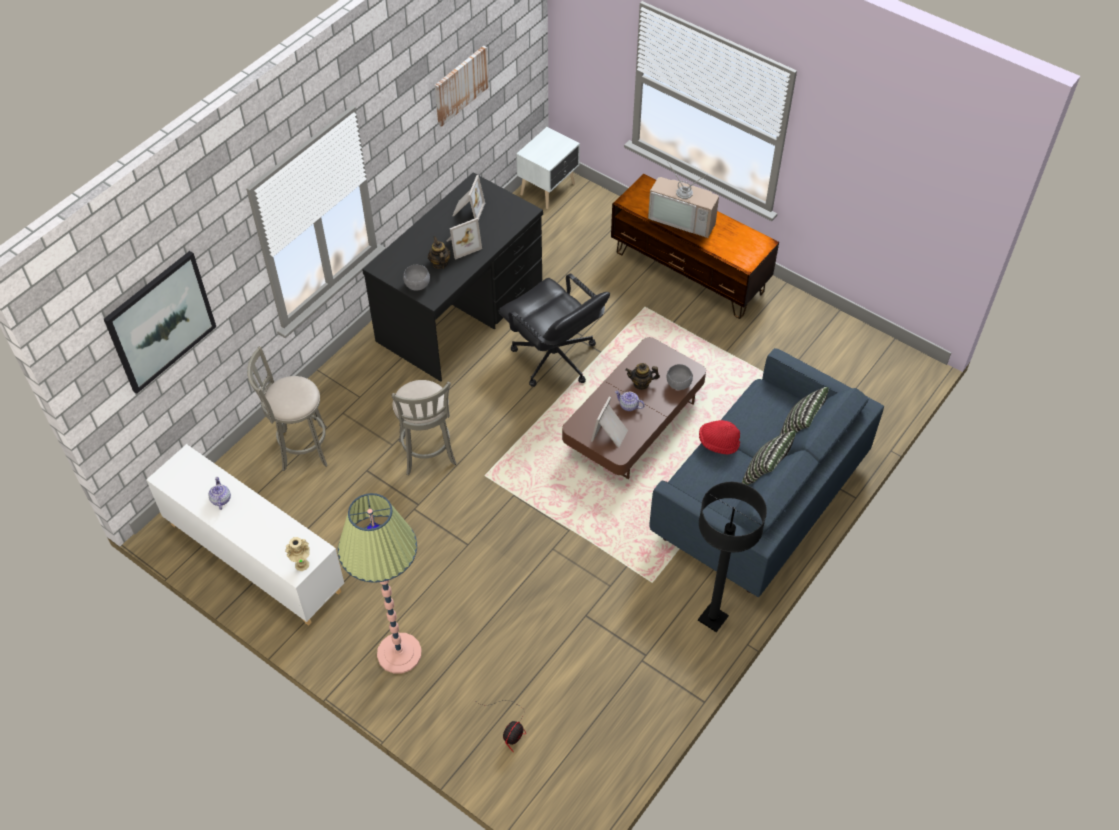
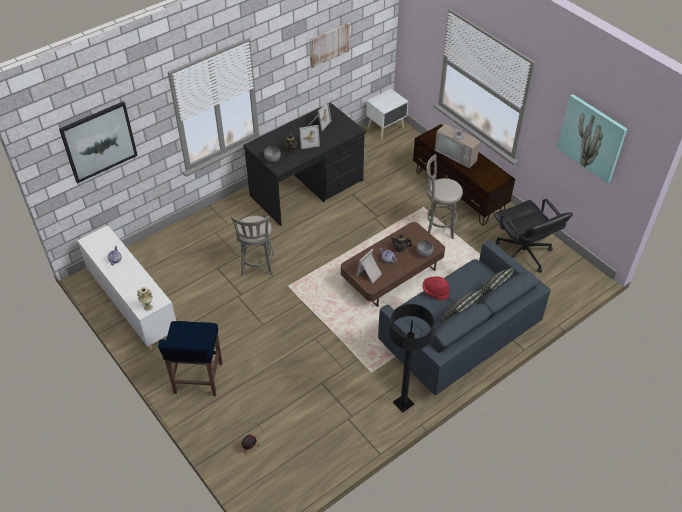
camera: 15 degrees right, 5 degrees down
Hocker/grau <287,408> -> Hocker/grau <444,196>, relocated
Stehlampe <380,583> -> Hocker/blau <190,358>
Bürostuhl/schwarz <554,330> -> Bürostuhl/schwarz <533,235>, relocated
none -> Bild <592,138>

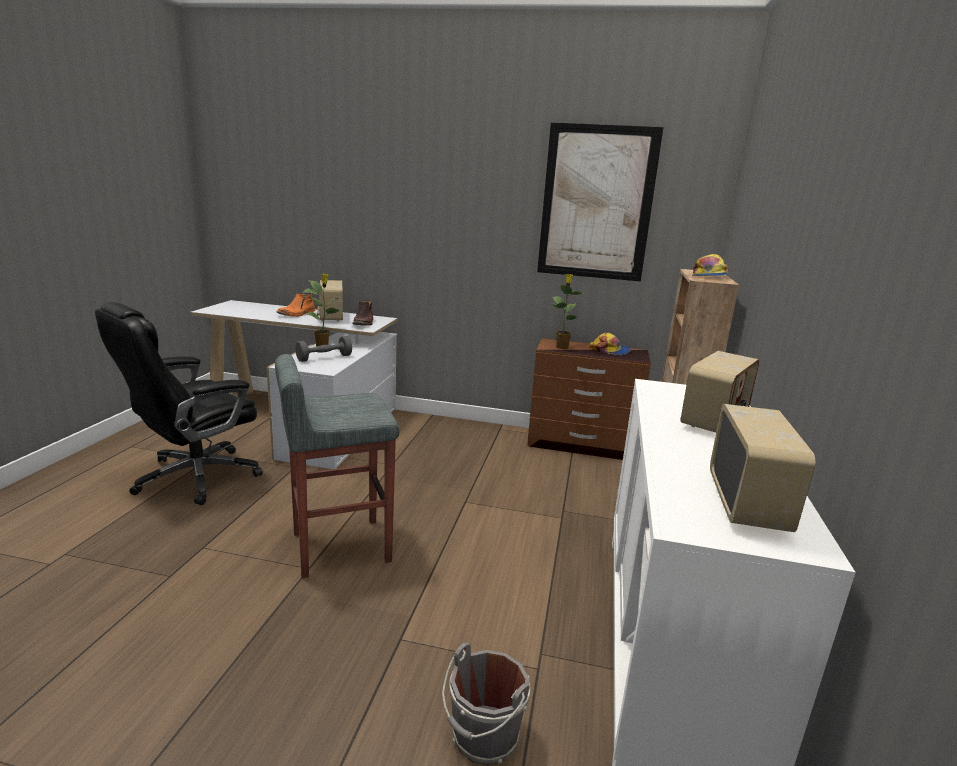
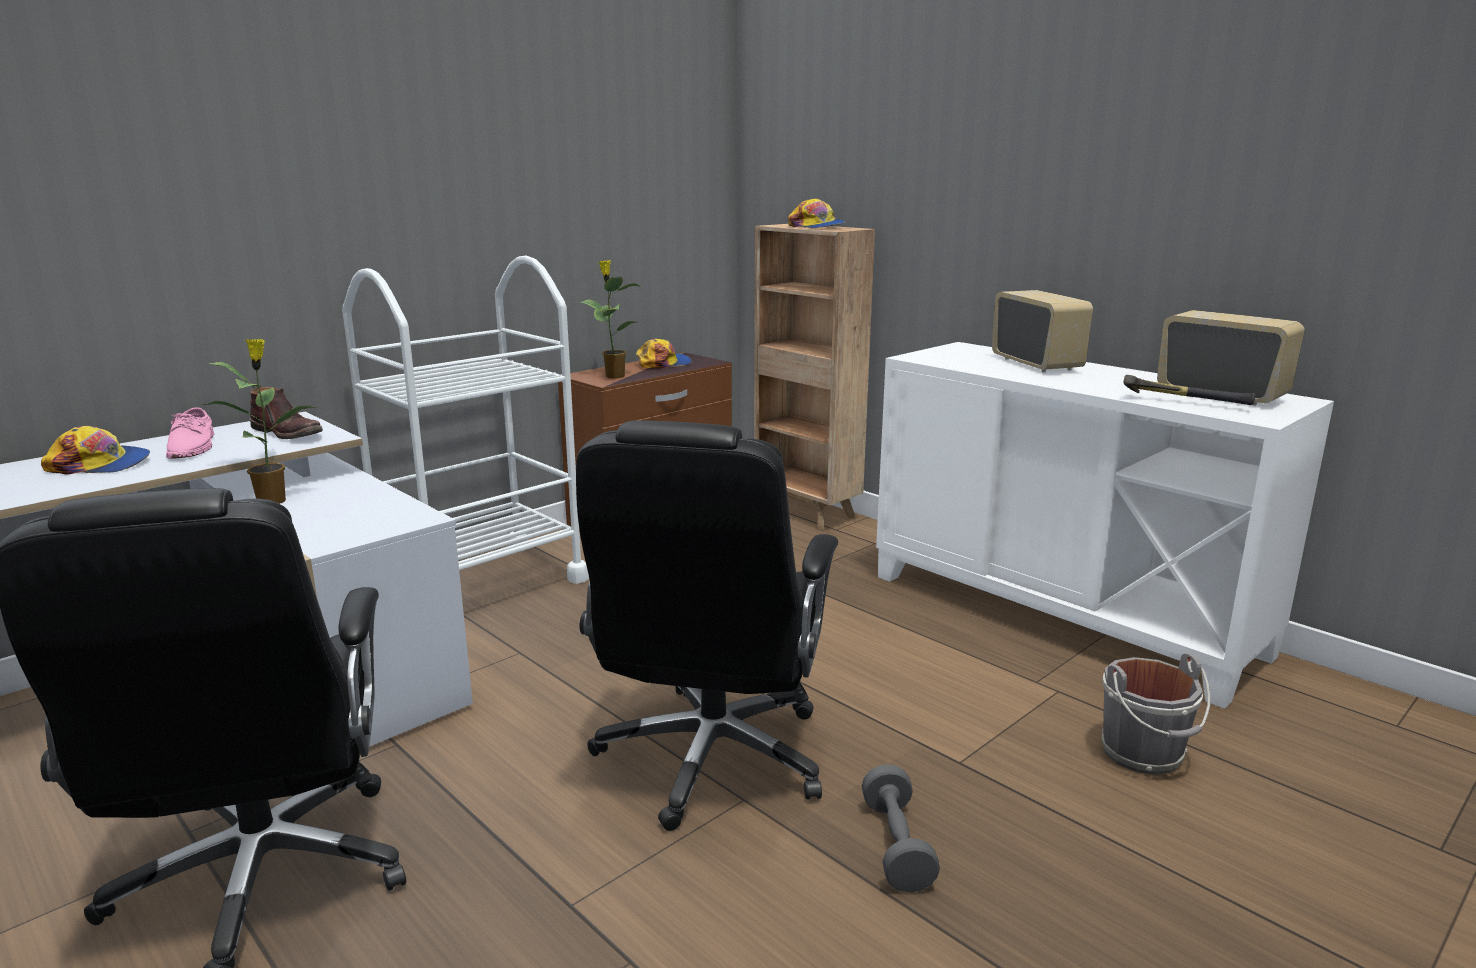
camera: 55 degrees left, 0 degrees up
Hocker/grau <337,466> -> Bürostuhl/schwarz <707,626>
Stiefel/orange <296,305> -> Kappe <95,450>
Hantel/grau <323,349> -> Hantel/grau <901,828>, relocated
Radio <330,301> -> Schuh/rosa <190,433>
Bild <600,201> -> none
none -> Rollwagen/weiß <465,420>
none -> Hammer <1189,390>

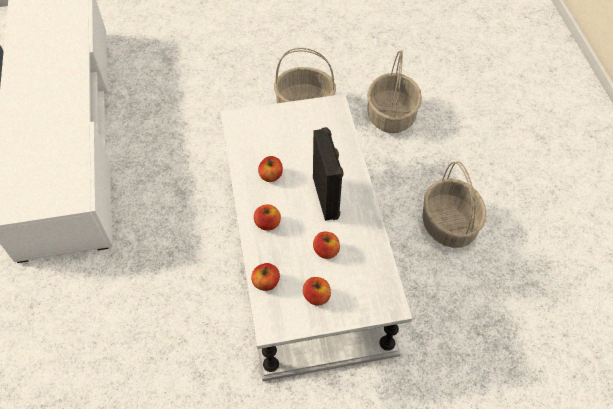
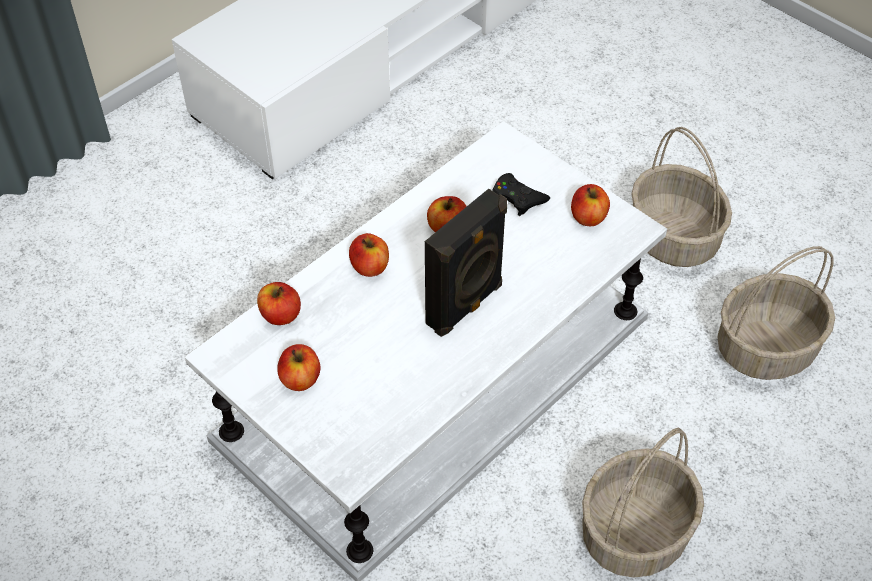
camera: 55 degrees right, 5 degrees down
Apfel <326,245> -> Apfel <590,205>, relocated
none -> Gamepad/schwarz <521,194>

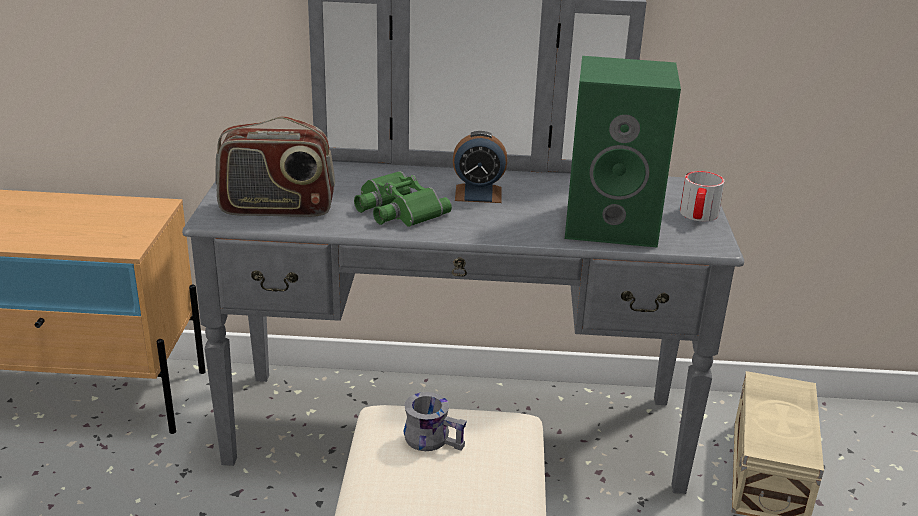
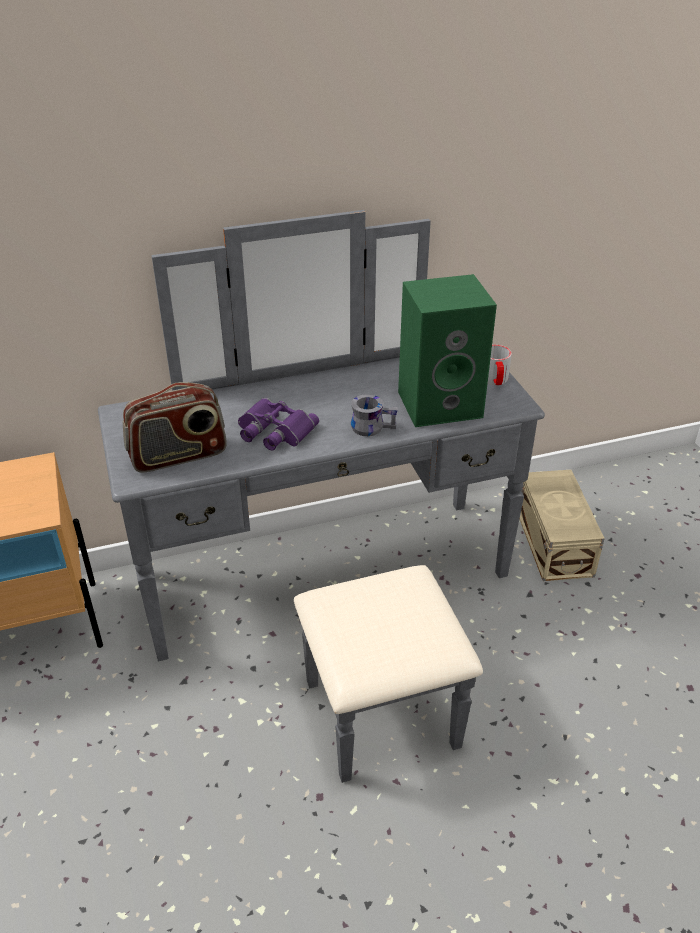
camera: 20 degrees left, 10 degrees up
Fernglas/grün <403,199> -> Fernglas/lila <278,424>
Henkelbecher/grau <435,421> -> Henkelbecher/grau <374,415>, relocated
Wecker <480,167> -> none

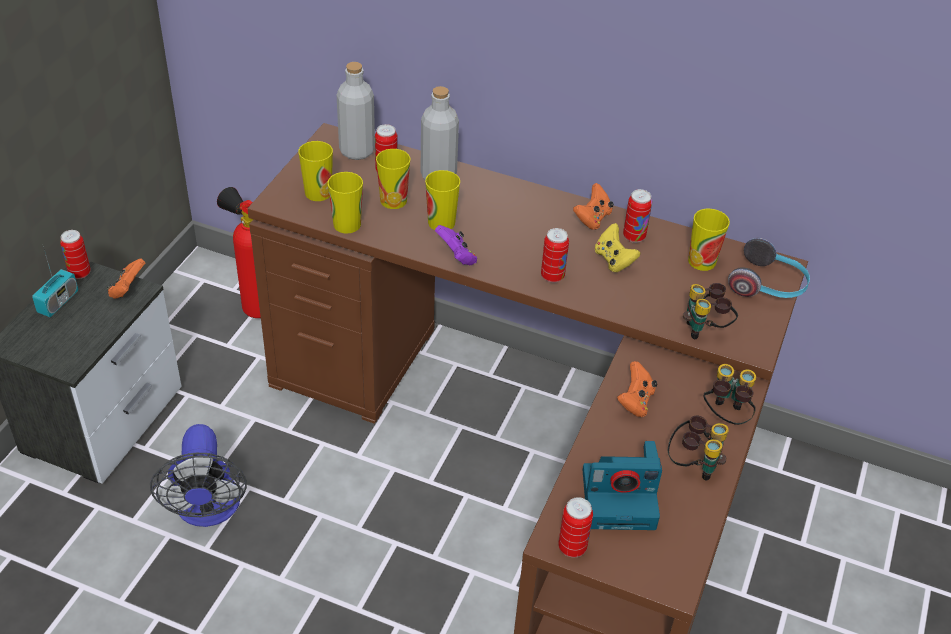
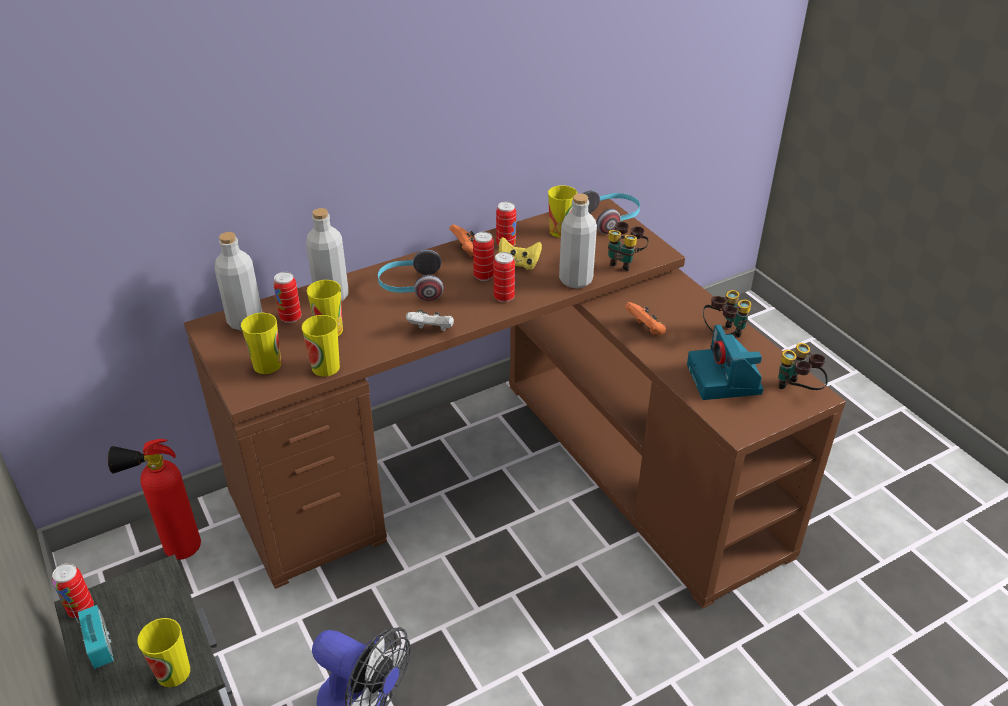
camera: 50 degrees left, 5 degrees down
Gamepad/orange <126,278> -> none
Tasse <442,200> -> Tasse <163,652>, relocated
Gamepad/lila <456,245> -> Gamepad/weiß <430,320>
Dose <575,527> -> Dose <483,256>, relocated
Kamera <622,485> -> Kamera <725,362>, 135 degrees clockwise
Fernglas <730,394> -> Fernglas <803,366>, relocated
none -> Kopfhörer <411,275>
none -> Flasche/grau <578,240>

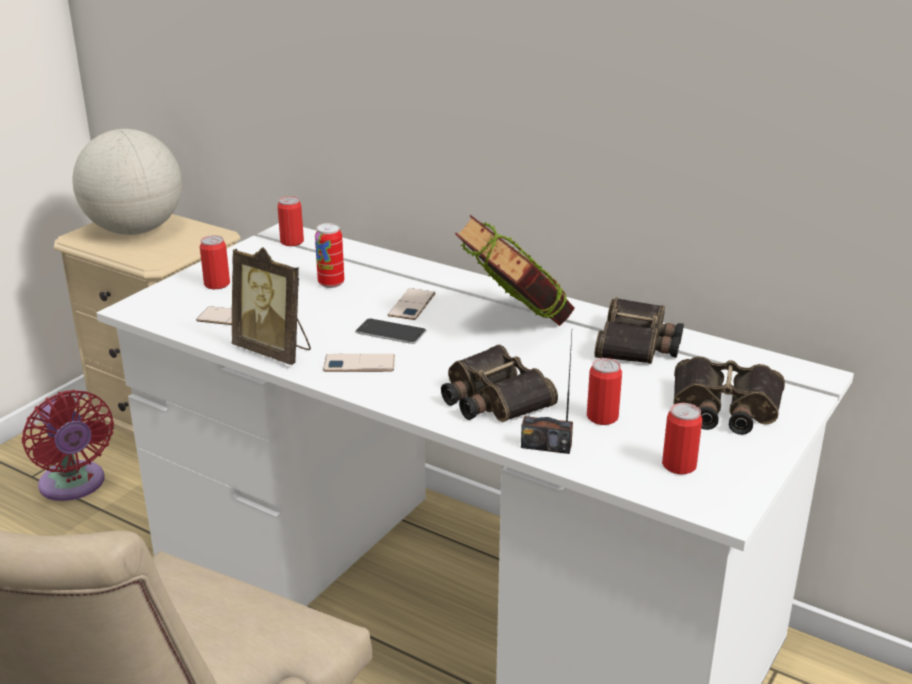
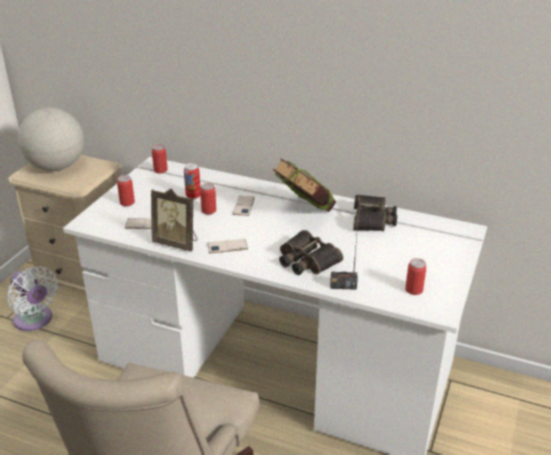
camera: 10 degrees left, 5 degrees up
Ventilator/rot <68,445> -> Ventilator/weiß <32,298>
Handy <390,331> -> none
Dose <604,391> -> Dose <208,198>, relocated
Fernglas <729,395> -> none

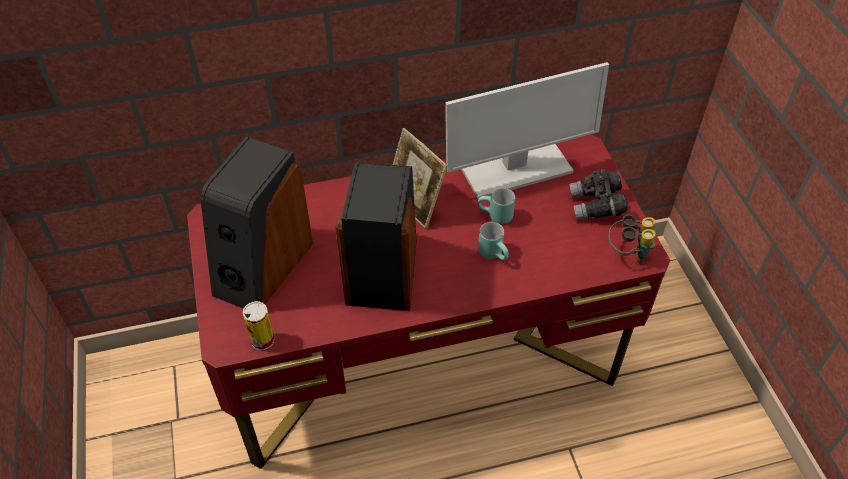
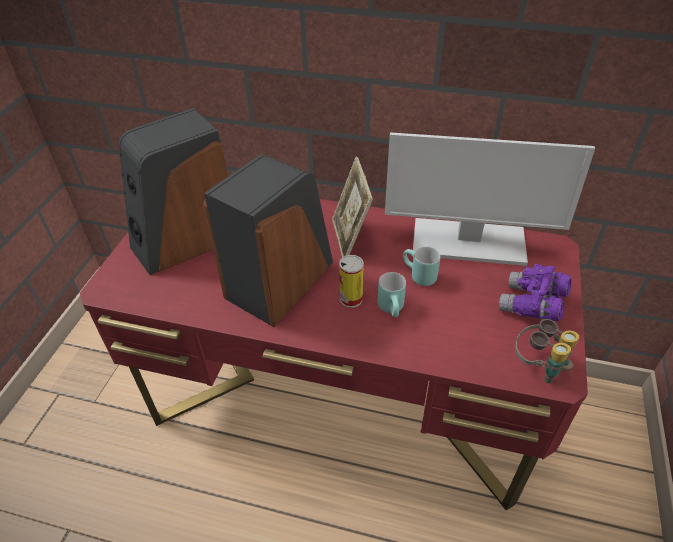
camera: 30 degrees right, 5 degrees down
Dose <259,325> -> Dose <351,281>, relocated
Fernglas/grau <598,194> -> Fernglas/lila <535,292>

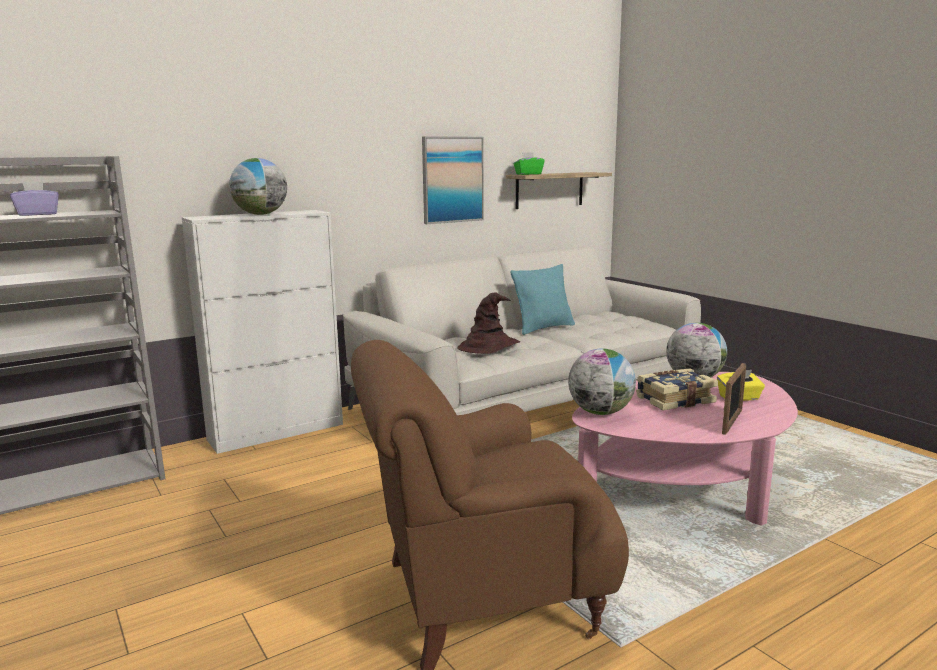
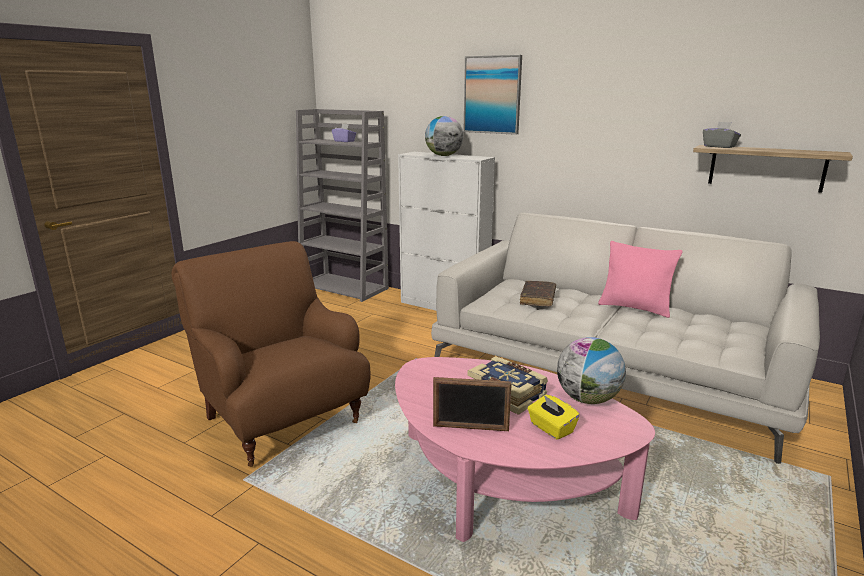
camera: 65 degrees right, 5 degrees up
Bild <453,180> -> Bild <493,95>, relocated
Hut/braun <489,323> -> Buch/braun <538,293>
Kissen/türkis <542,299> -> Kissen/rosa <640,279>
Taschentuchbox/grün <529,163> -> Taschentuchbox/grau <722,135>
Globus <602,382> -> none

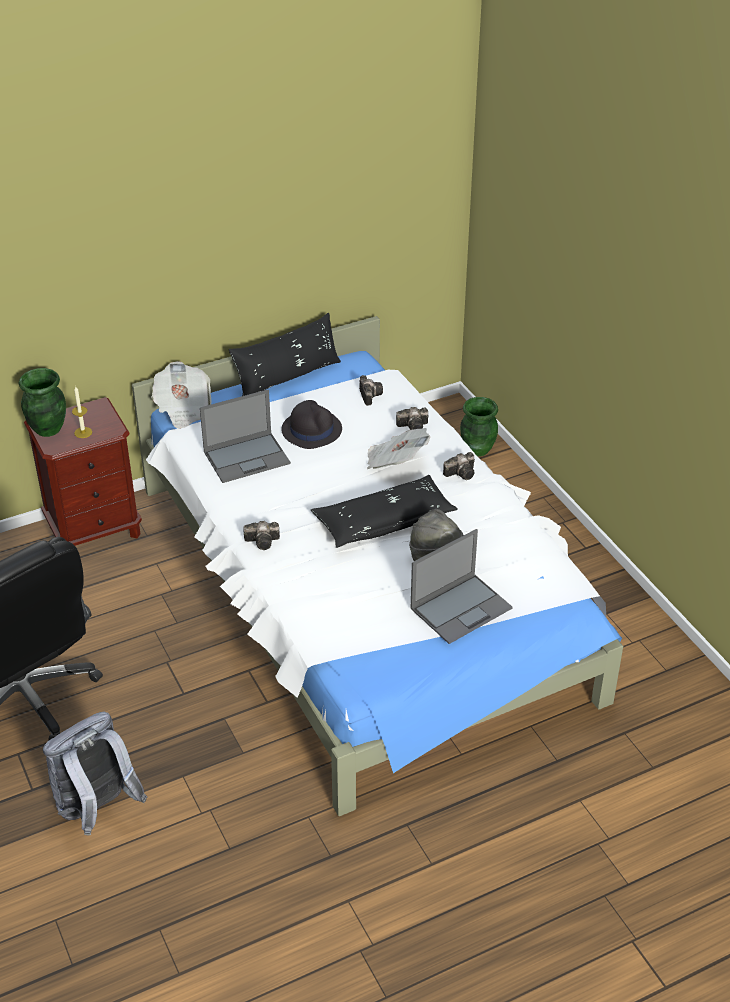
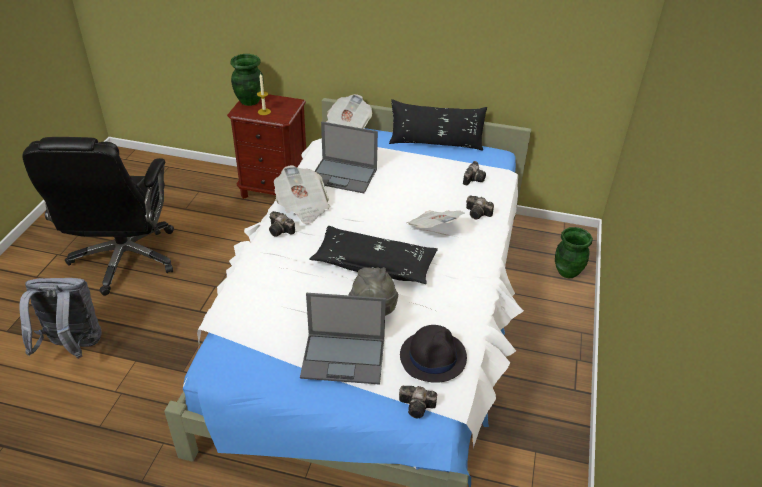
camera: 40 degrees right, 0 degrees up
Hut/schwarz <311,424> -> Hut/schwarz <433,354>, relocated
Kamera <459,466> -> Kamera <418,402>, relocated
none -> Zeitung <302,194>

